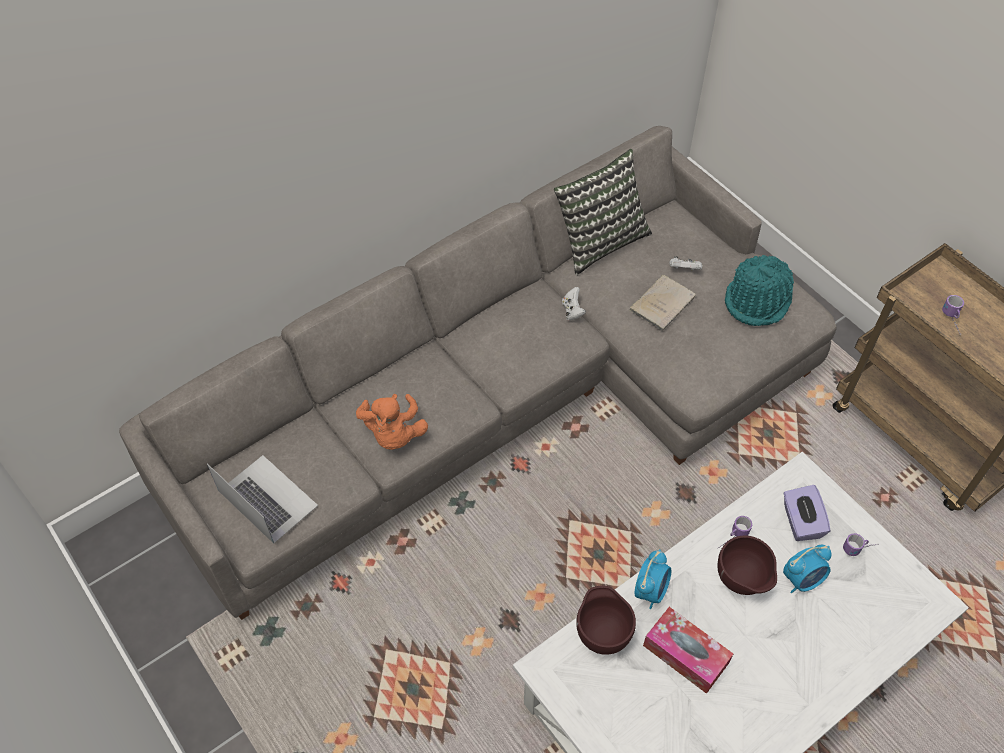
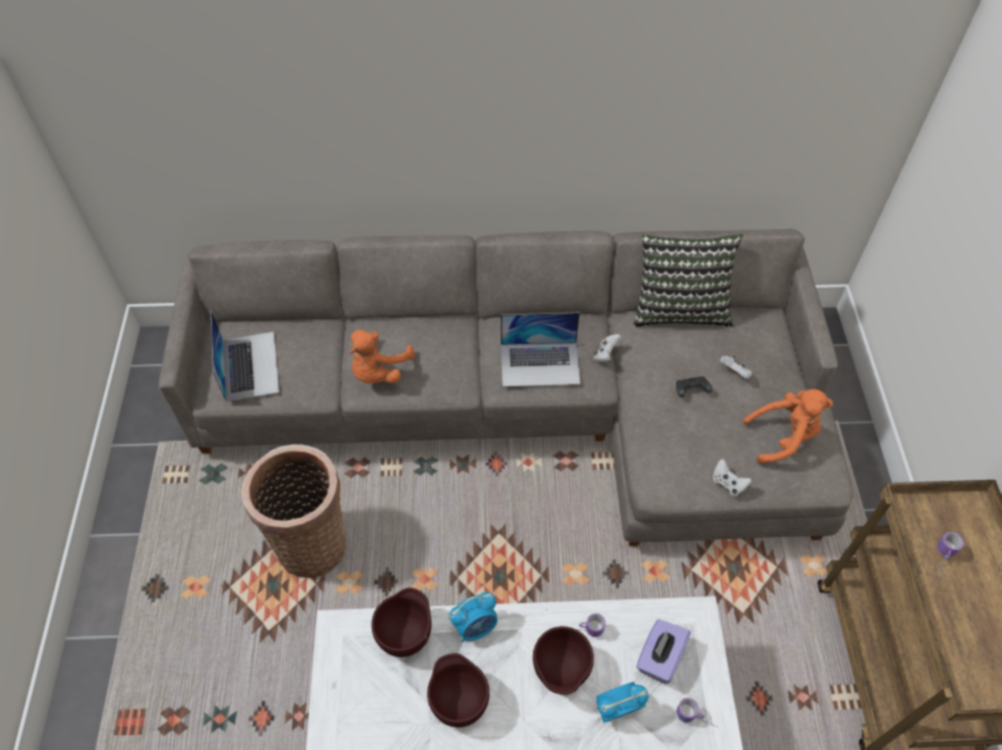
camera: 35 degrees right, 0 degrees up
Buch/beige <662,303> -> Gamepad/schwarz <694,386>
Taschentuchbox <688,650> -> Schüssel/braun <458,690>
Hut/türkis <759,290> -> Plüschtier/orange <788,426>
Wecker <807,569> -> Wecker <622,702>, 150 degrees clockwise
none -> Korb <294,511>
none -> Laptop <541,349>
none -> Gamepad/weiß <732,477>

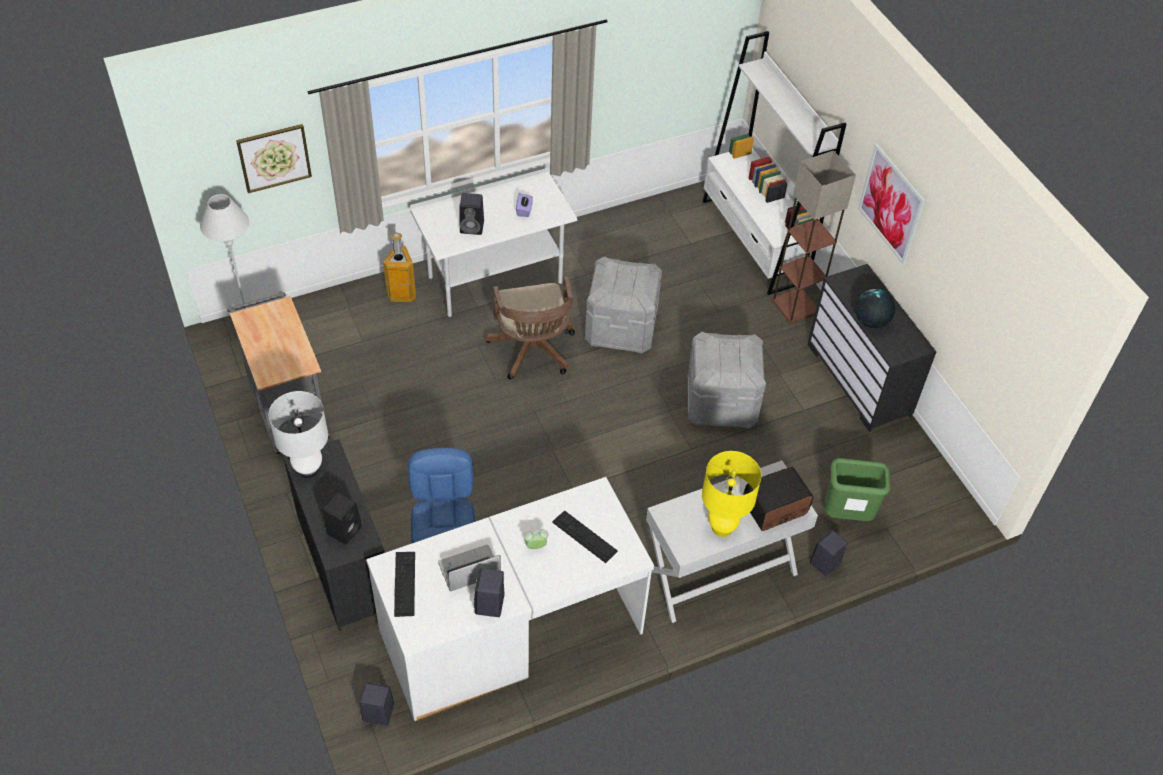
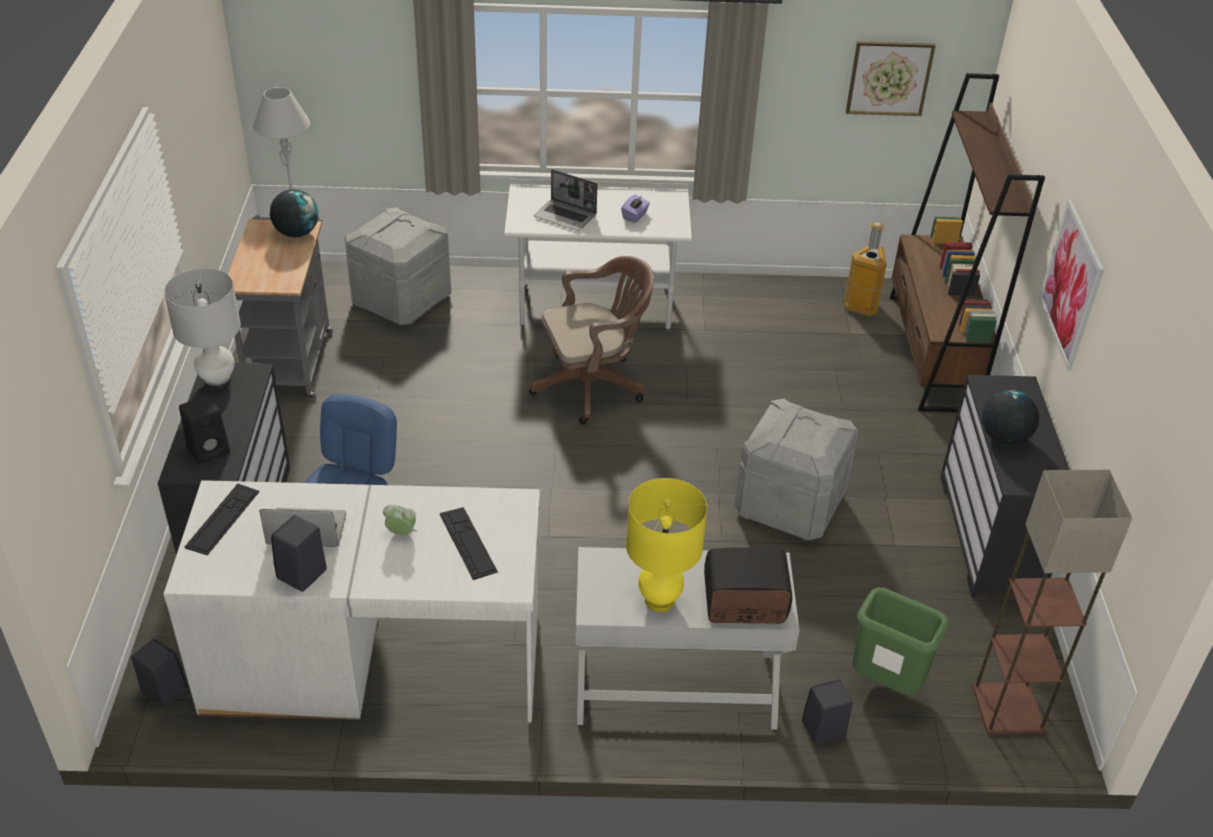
camera: 25 degrees right, 10 degrees down
Bild <274,158> -> Bild <891,78>, relocated
Mülleimer <399,267> -> Mülleimer <865,269>, relocated
Lautsprecher/schwarz <471,214> -> Laptop <565,200>
Bürostuhl/braun <530,328> -> Bürostuhl/braun <591,340>, 120 degrees counterclockwise
Aufbewahrungsbox/grau <623,304> -> Aufbewahrungsbox/grau <398,266>, relocated
Bücherregal/weiß <774,163> -> Bücherregal/braun <967,242>
Stehlampe <814,237> -> Stehlampe <1053,602>, relocated
none -> Globus <294,213>

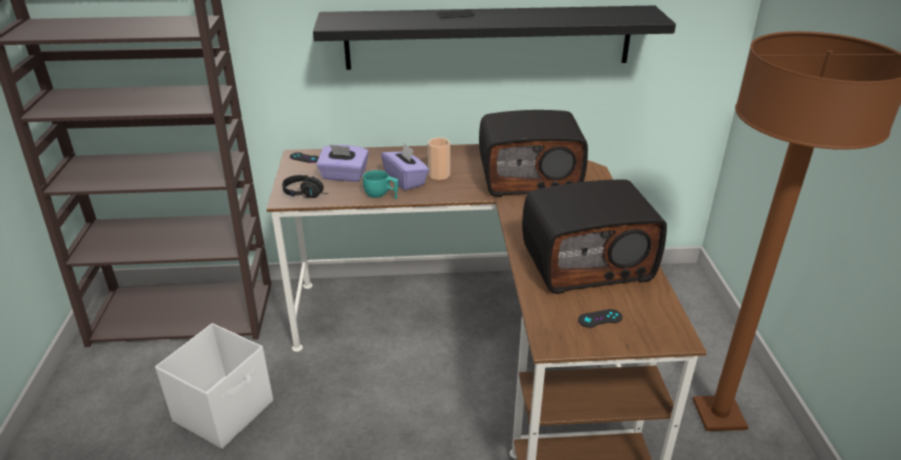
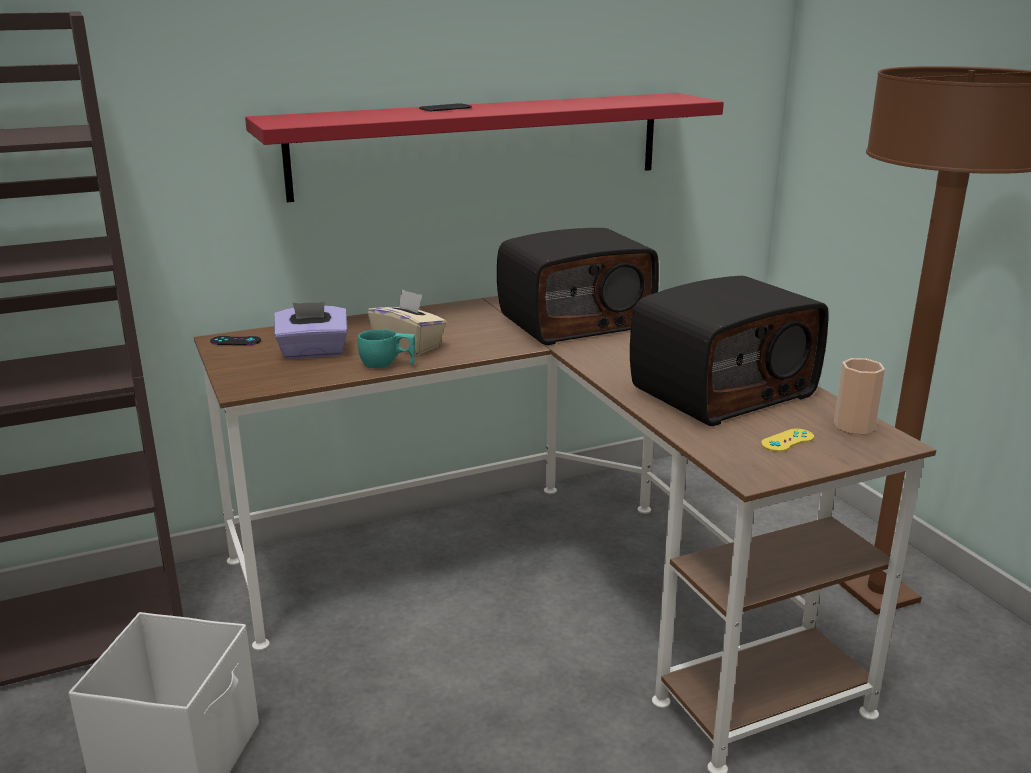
camera: 20 degrees left, 10 degrees down
Kopfhörer/schwarz <305,186> -> none
Wandregal/schwarz <494,37> -> Wandregal/rot <484,147>
Taschentuchbox/lila <405,167> -> Taschentuchbox/beige <407,322>
Tasse <439,159> -> Tasse <859,396>, relocated
Gamepad/schwarz <600,318> -> Gamepad/gelb <787,440>

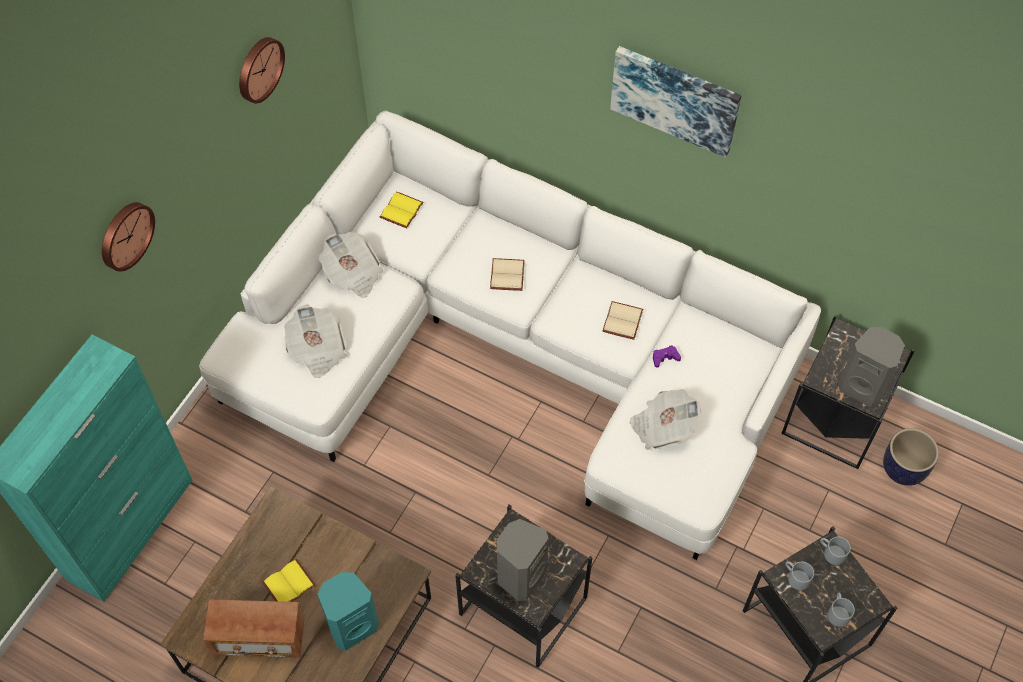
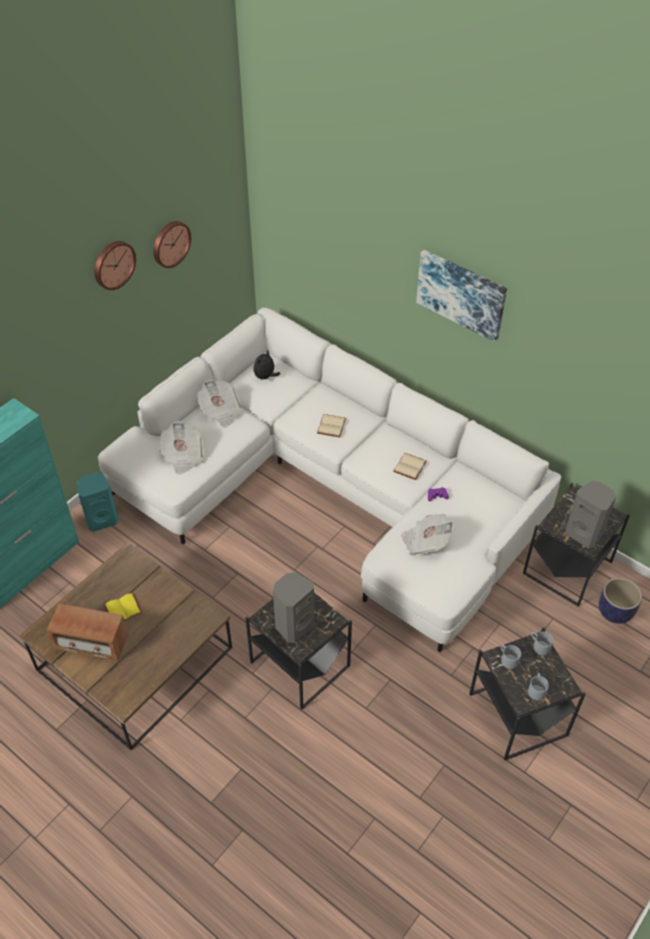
camera: 10 degrees right, 10 degrees down
Wanduhr <128,237> -> Wanduhr <115,265>, relocated
Lautsprecher/türkis <348,611> -> Lautsprecher/türkis <98,502>, relocated
Buch/gelb <402,209> -> Plüschtier <266,364>

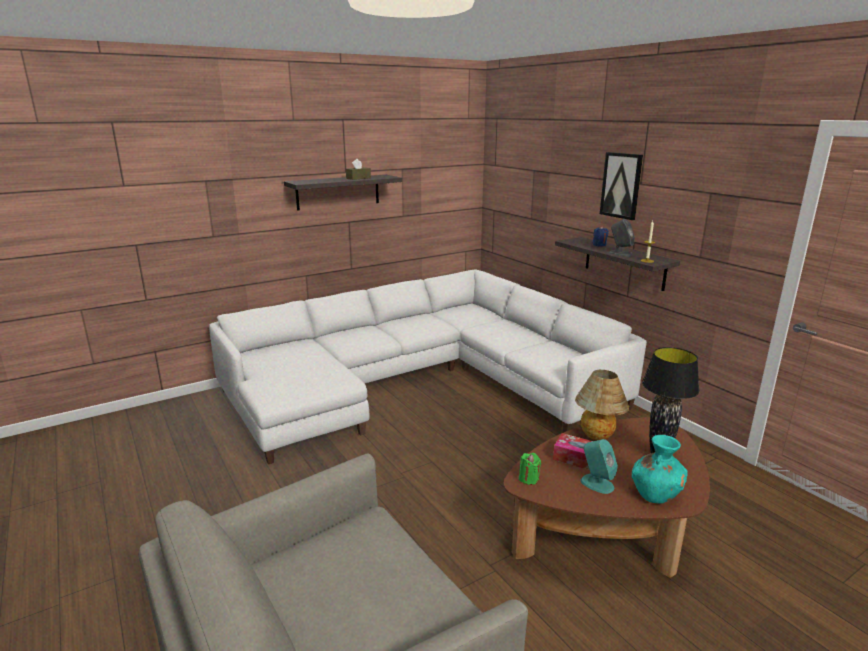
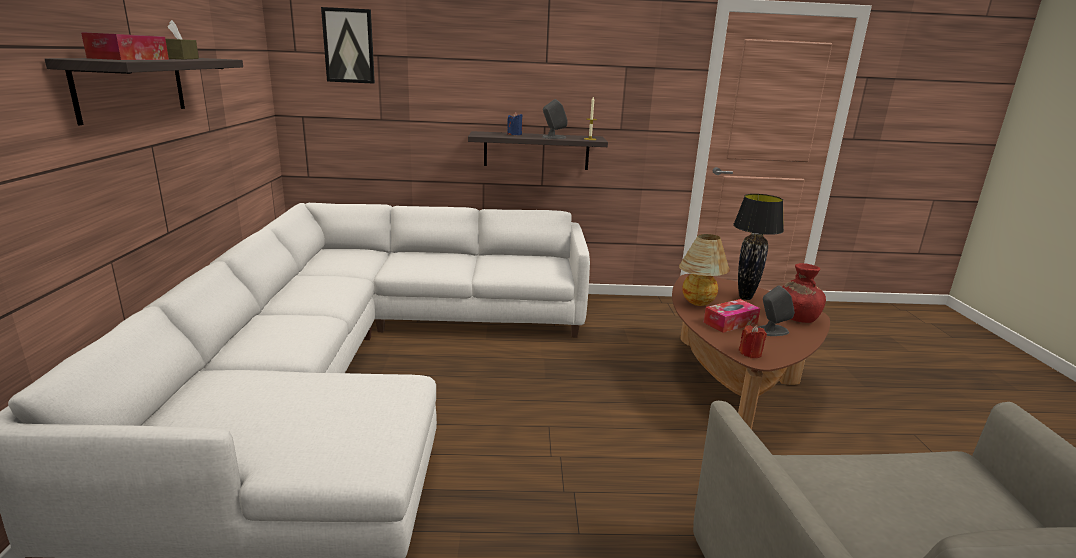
camera: 60 degrees left, 0 degrees up
Kerze/grün <530,469> -> Kerze/rot <753,341>
Lautsprecher/türkis <599,466> -> Lautsprecher/grau <776,310>
Bild <621,186> -> Bild <348,45>, relocated
Vase/türkis <660,469> -> Vase/rot <804,293>
none -> Taschentuchbox <125,46>

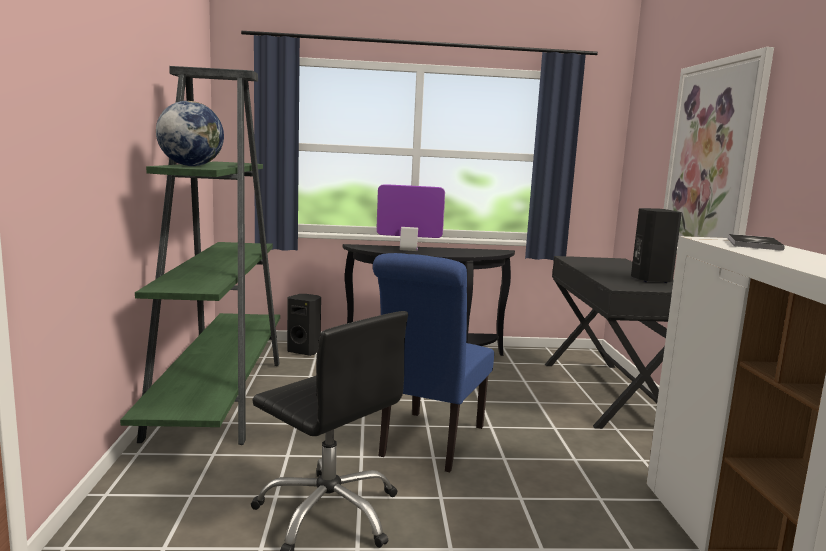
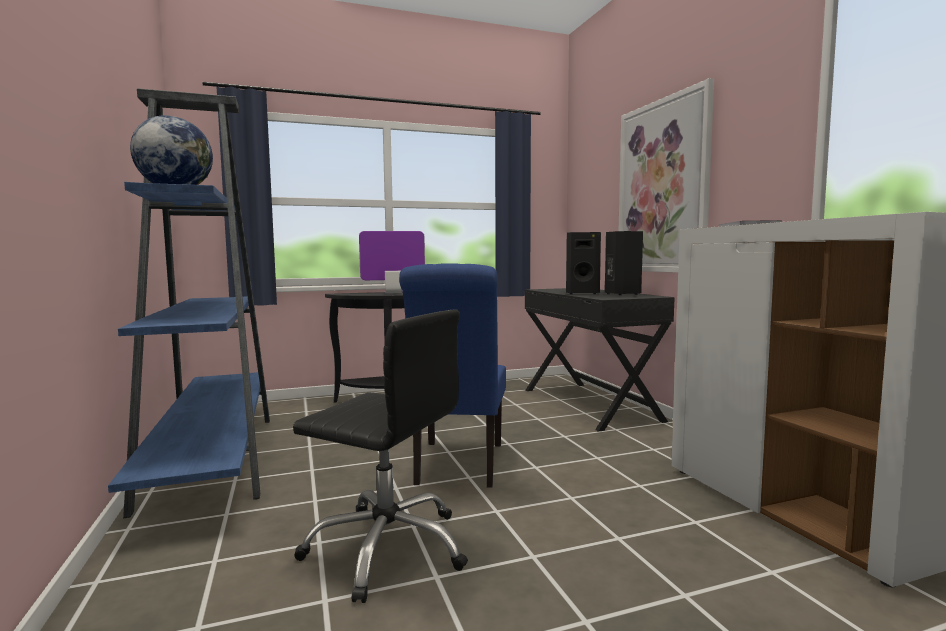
camera: 15 degrees left, 5 degrees down
Bücherregal/grün <200,255> -> Bücherregal/blau <189,303>
Lautsprecher/schwarz <304,325> -> Lautsprecher/schwarz <583,263>, relocated

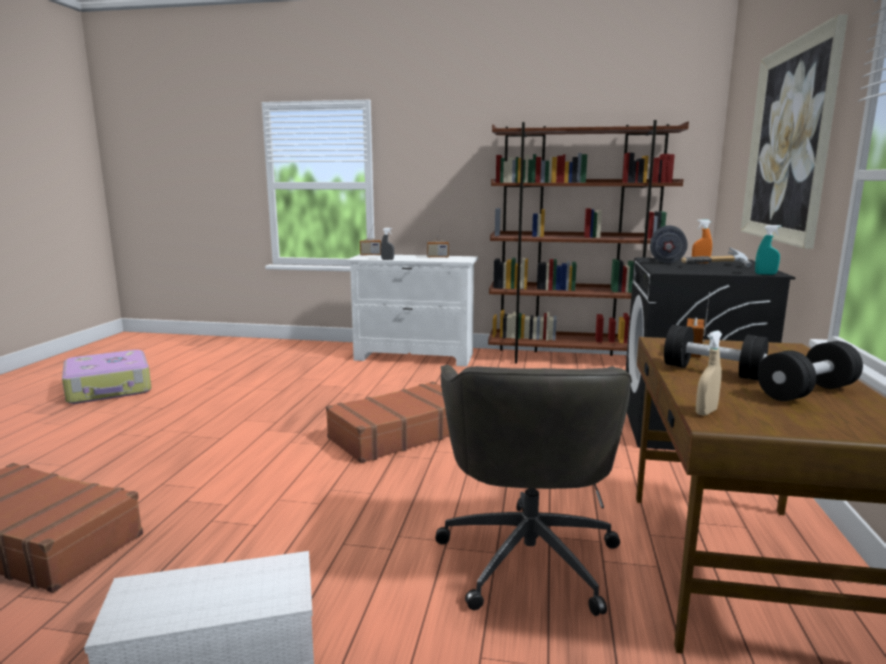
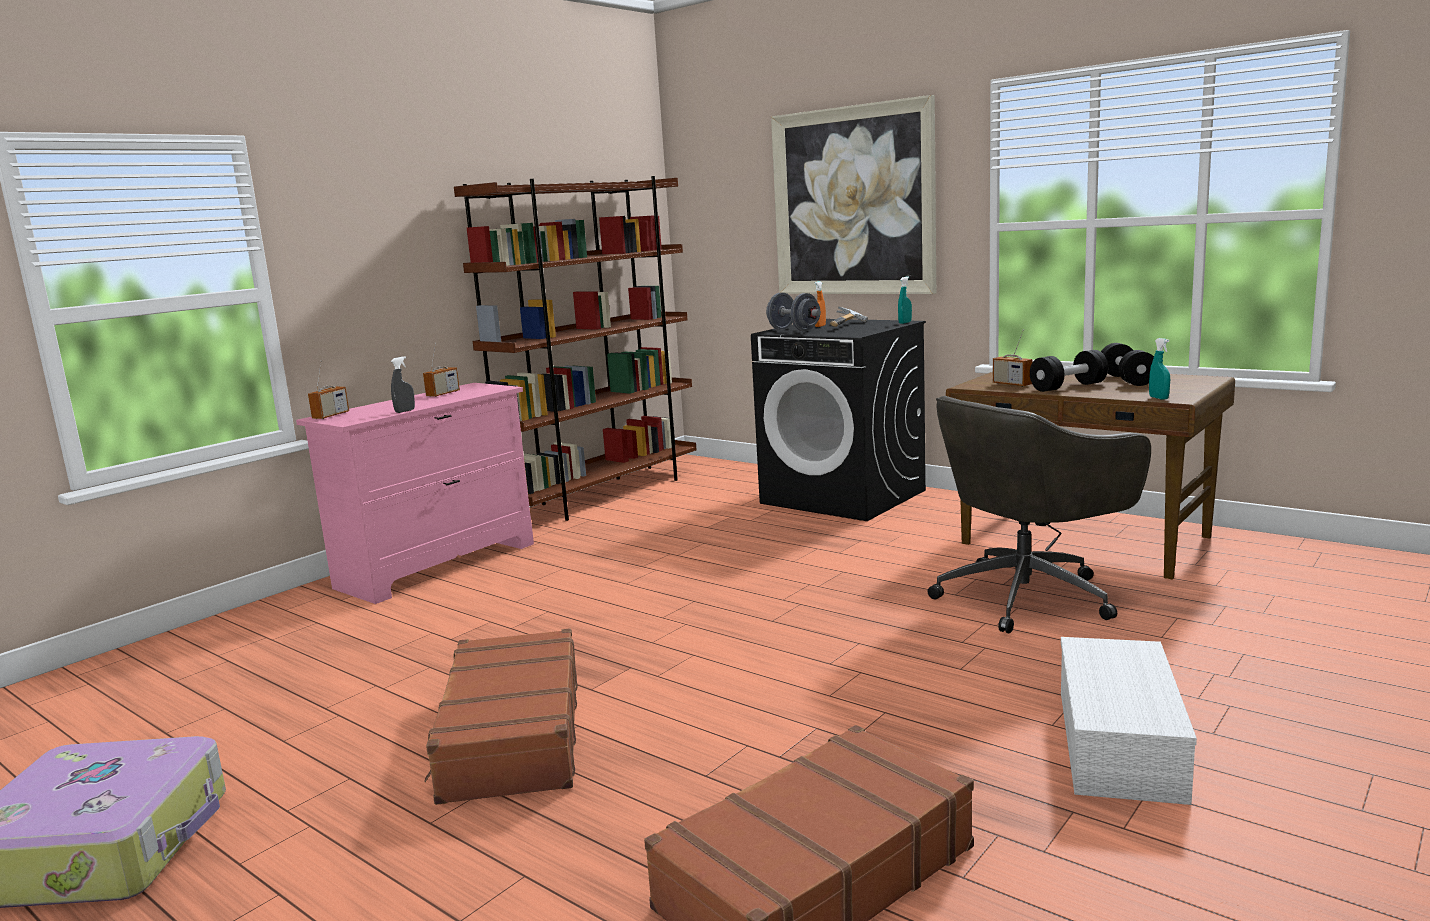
camera: 60 degrees left, 0 degrees up
Koffer/braun <388,422> -> Koffer/braun <501,716>, relocated
Kommode/weiß <412,310> -> Kommode/rosa <415,493>
Bürostuhl/grau <533,490> -> Bürostuhl/grau <1039,515>, 120 degrees clockwise
Sprühflasche/beige <709,373> -> Sprühflasche/türkis <1159,368>

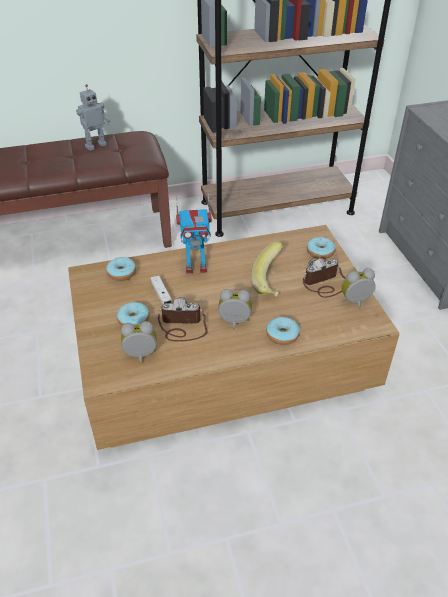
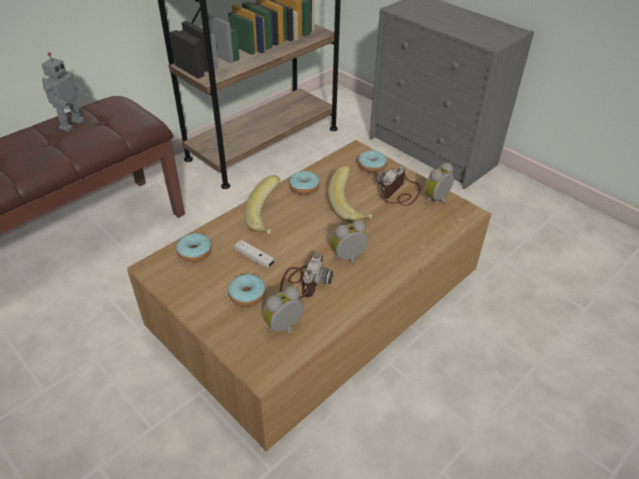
camera: 30 degrees left, 0 degrees up
Kamera <183,319> -> Kamera <306,276>, 135 degrees clockwise
Spielzeugroboter <194,234> -> Banane <262,204>
Donut <283,331> -> Donut <304,183>, relocated

